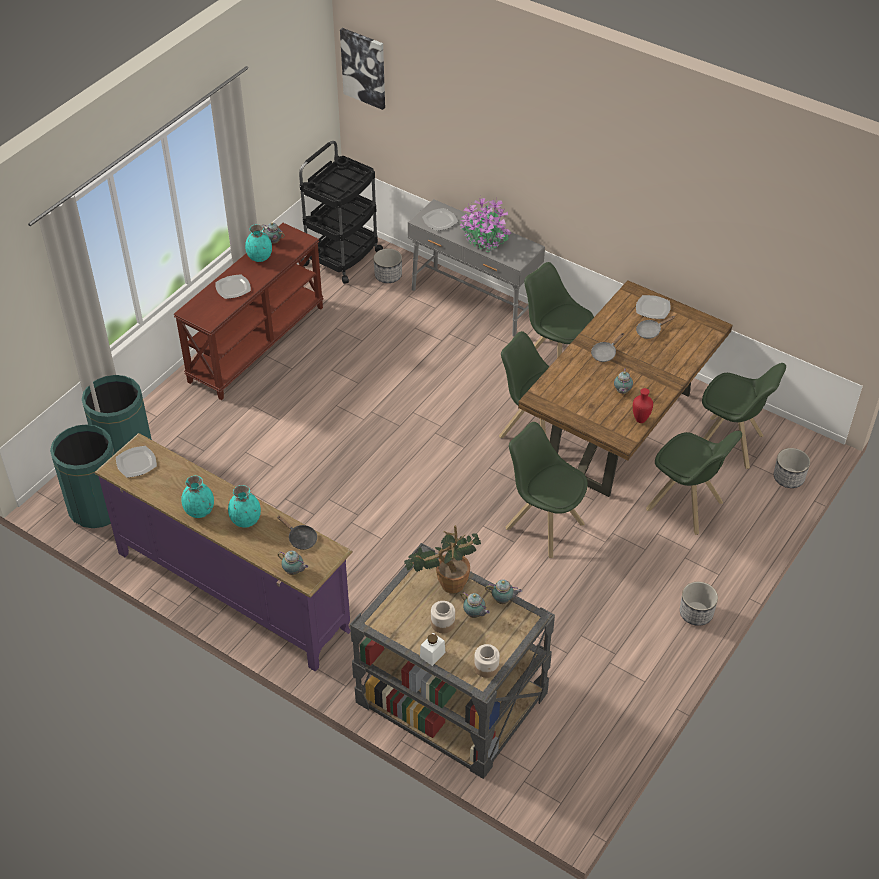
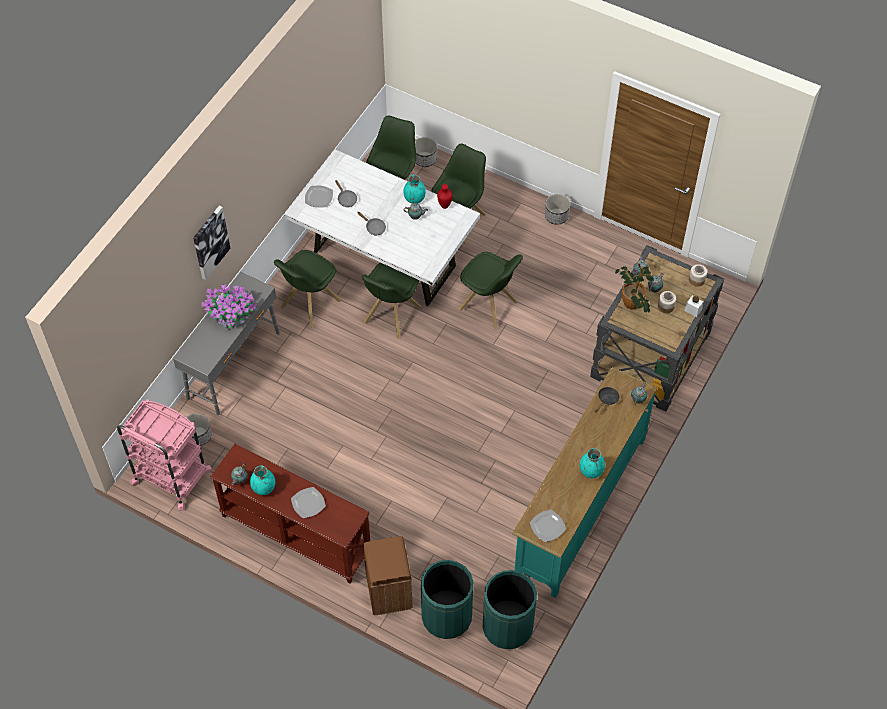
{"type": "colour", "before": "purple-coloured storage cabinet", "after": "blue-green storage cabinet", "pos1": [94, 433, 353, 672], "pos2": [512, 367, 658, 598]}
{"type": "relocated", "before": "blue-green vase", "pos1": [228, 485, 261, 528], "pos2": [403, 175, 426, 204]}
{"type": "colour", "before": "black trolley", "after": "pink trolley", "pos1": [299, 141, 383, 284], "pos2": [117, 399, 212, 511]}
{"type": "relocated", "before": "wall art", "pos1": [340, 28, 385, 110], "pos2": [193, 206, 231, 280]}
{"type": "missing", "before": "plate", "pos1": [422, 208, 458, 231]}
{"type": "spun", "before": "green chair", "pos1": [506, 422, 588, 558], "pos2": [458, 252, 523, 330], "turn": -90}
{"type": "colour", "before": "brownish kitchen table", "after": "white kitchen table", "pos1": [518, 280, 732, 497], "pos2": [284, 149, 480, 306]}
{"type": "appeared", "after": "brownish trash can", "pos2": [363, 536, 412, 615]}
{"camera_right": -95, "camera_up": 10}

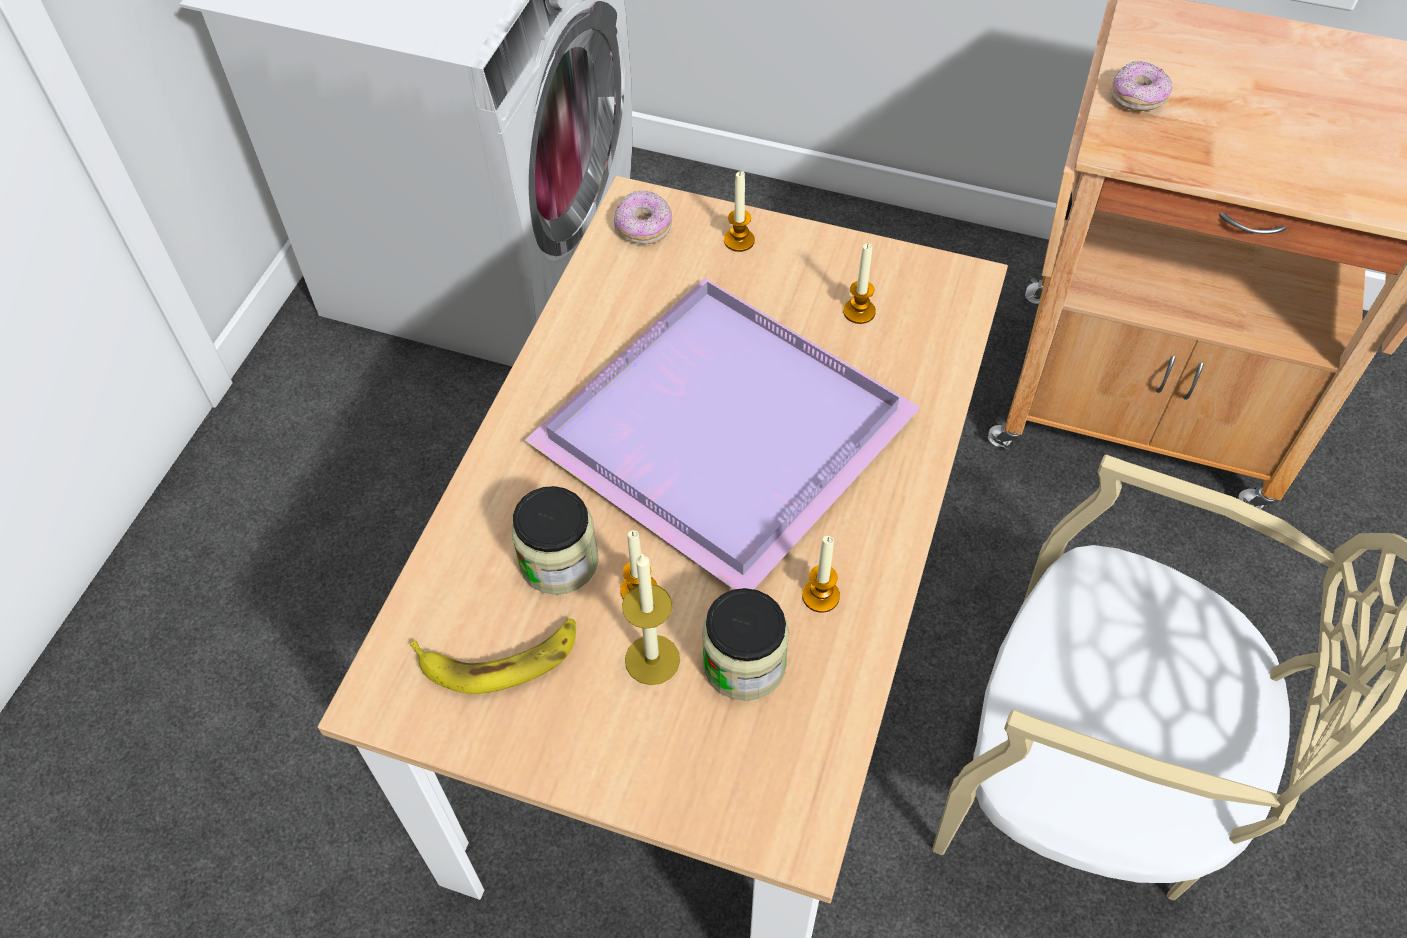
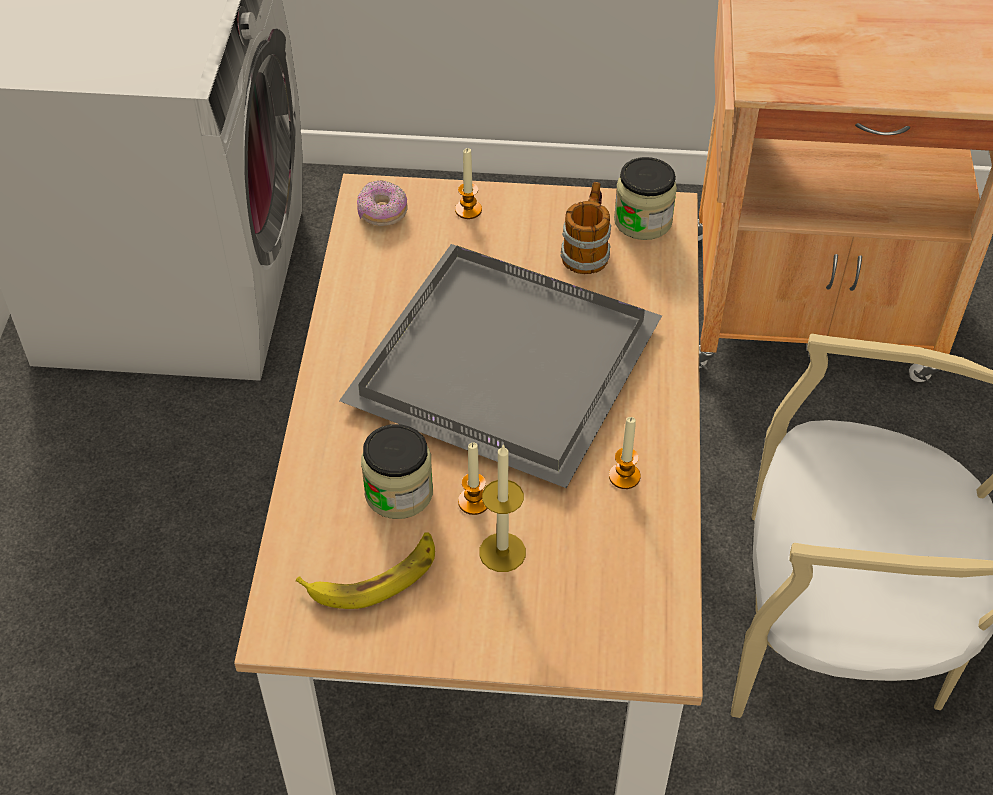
{"type": "colour", "before": "purple-coloured serving tray", "after": "grey serving tray", "pos1": [524, 278, 921, 589], "pos2": [339, 244, 662, 488]}
{"type": "relocated", "before": "jar", "pos1": [702, 588, 789, 701], "pos2": [614, 157, 677, 240]}
{"type": "exchanged", "before": "candle", "after": "coffee mug", "pos1": [843, 243, 876, 324], "pos2": [560, 182, 611, 274]}
{"type": "missing", "before": "ring doughnut", "pos1": [1111, 61, 1173, 111]}
{"camera_right": -15, "camera_up": -5}

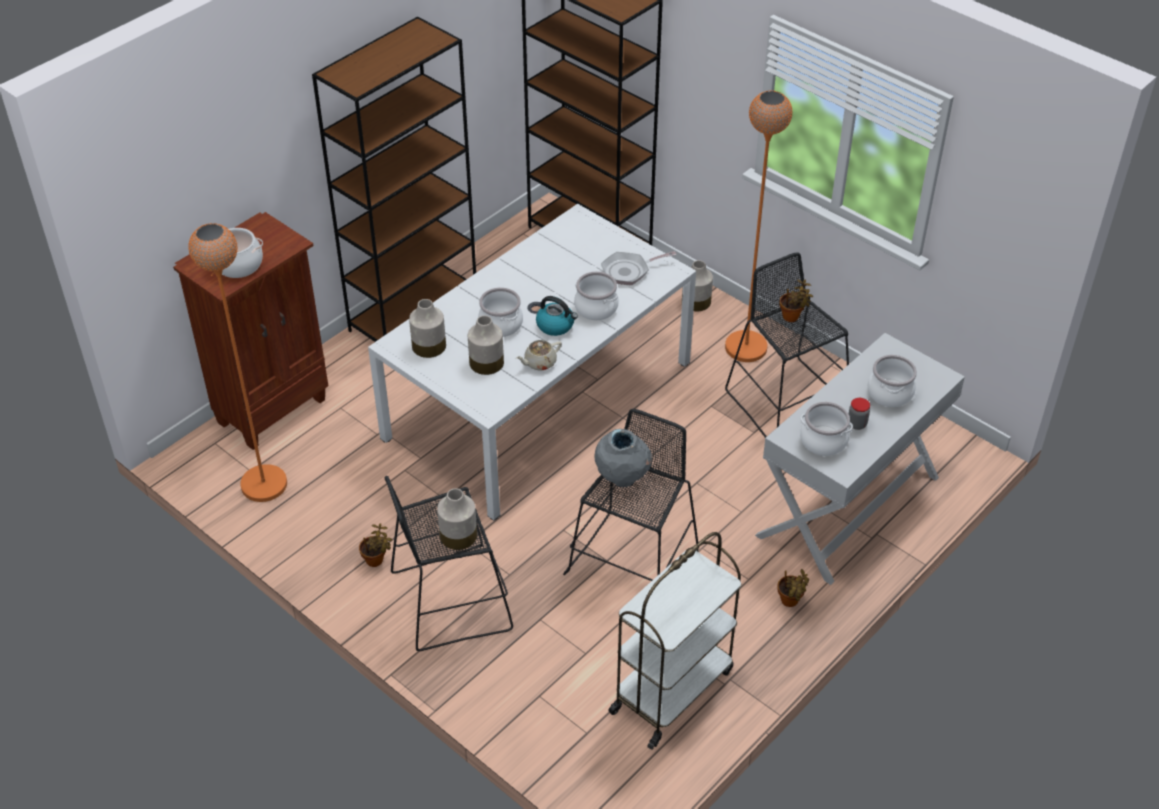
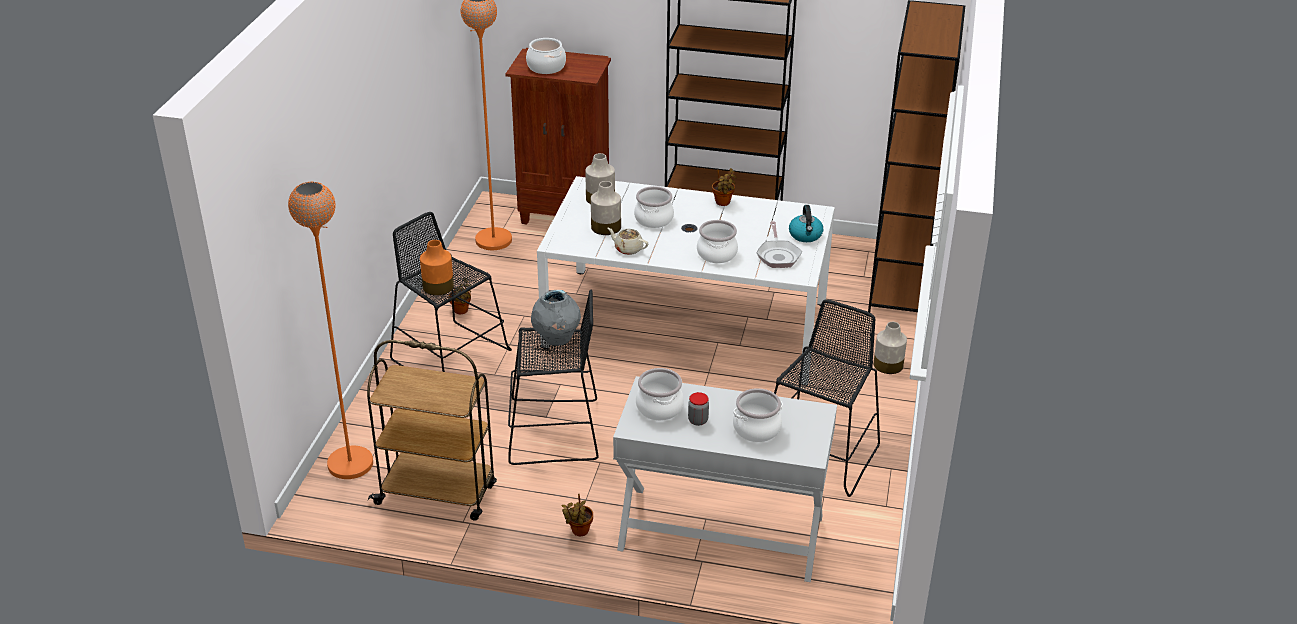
{"type": "colour", "before": "beige vase", "after": "orange vase", "pos1": [437, 488, 477, 550], "pos2": [420, 240, 454, 295]}
{"type": "relocated", "before": "tea kettle", "pos1": [536, 296, 578, 336], "pos2": [789, 205, 823, 242]}
{"type": "spun", "before": "skillet", "pos1": [601, 251, 677, 285], "pos2": [756, 222, 802, 268], "turn": -135}
{"type": "colour", "before": "white trolley", "after": "brownish trolley", "pos1": [608, 532, 742, 750], "pos2": [367, 340, 497, 521]}
{"type": "relocated", "before": "orange standard lamp", "pos1": [725, 91, 792, 362], "pos2": [288, 182, 373, 479]}
{"type": "relocated", "before": "houseplant", "pos1": [780, 279, 813, 322], "pos2": [712, 168, 737, 206]}
{"camera_right": 60, "camera_up": -10}

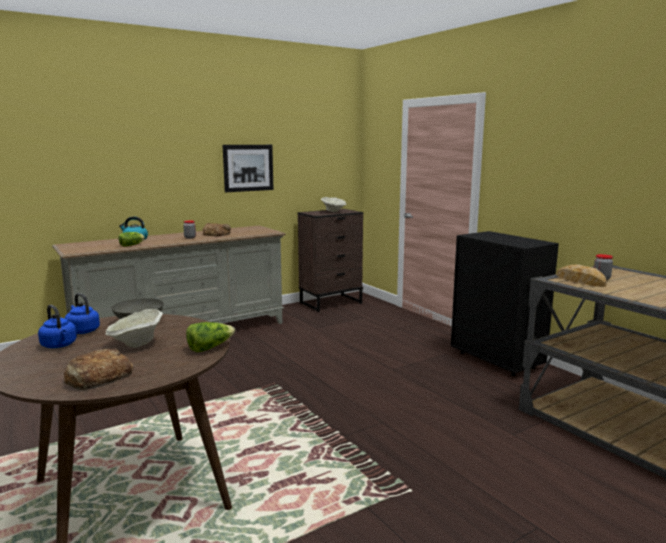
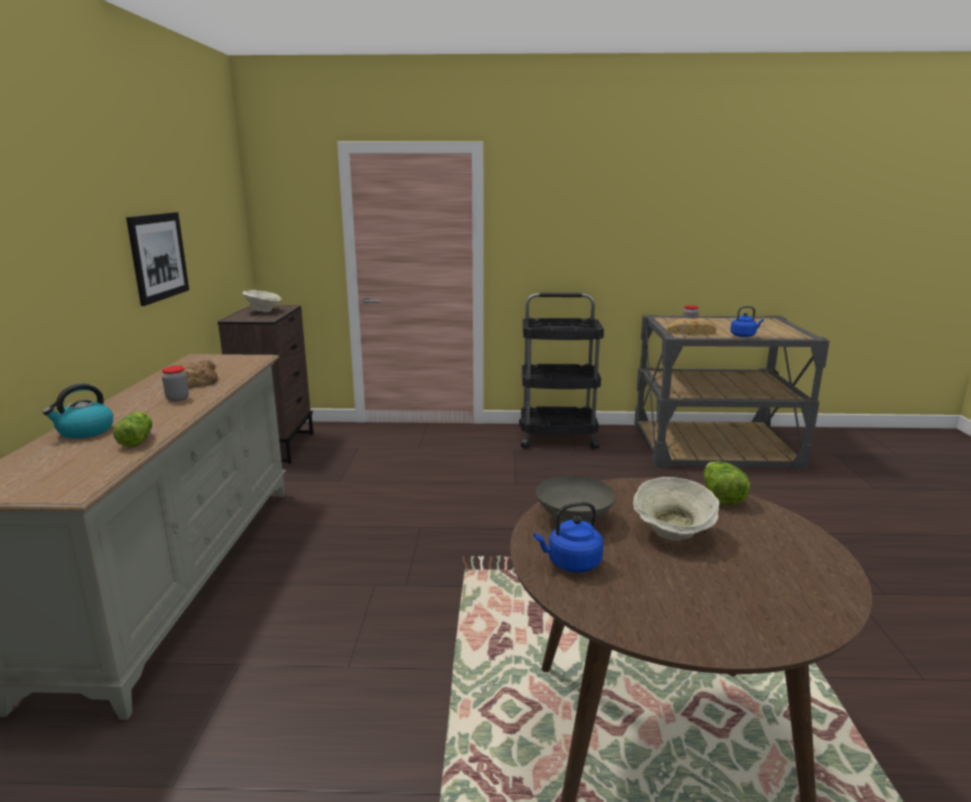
{"type": "relocated", "before": "blue-coloured tea kettle", "pos1": [38, 305, 77, 348], "pos2": [730, 306, 764, 337]}
{"type": "missing", "before": "bread", "pos1": [64, 348, 133, 390]}
{"type": "exchanged", "before": "black storage cabinet", "after": "black trolley", "pos1": [451, 231, 559, 376], "pos2": [519, 293, 604, 449]}
{"camera_right": -55, "camera_up": 5}

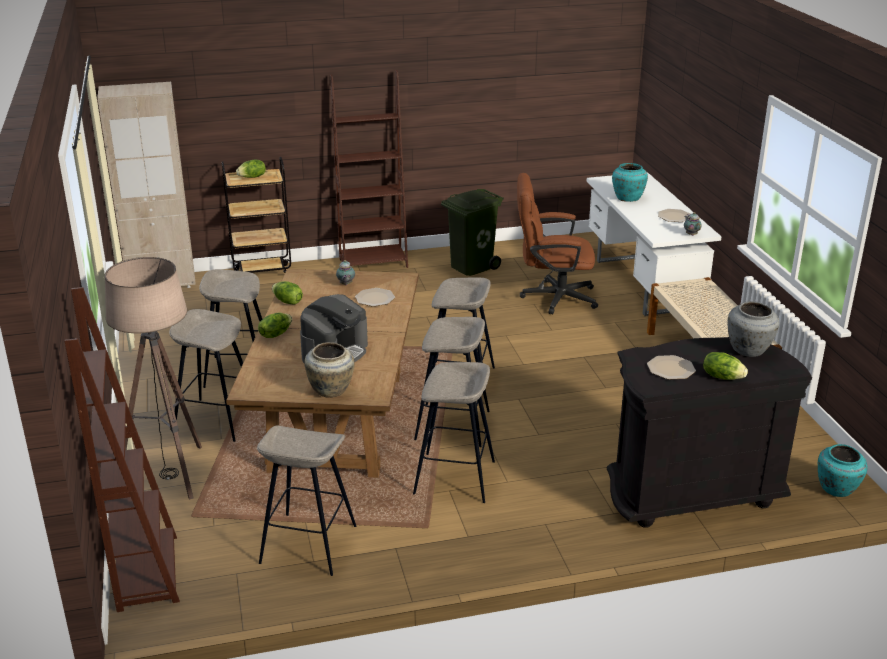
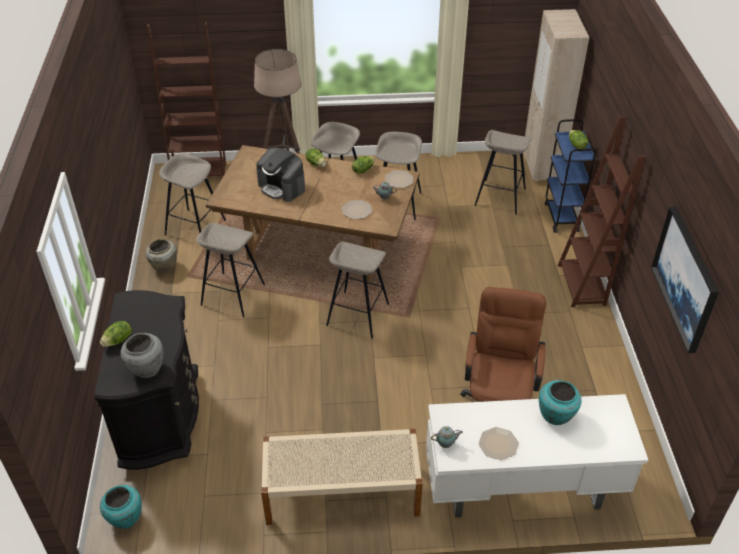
{"type": "colour", "before": "brownish trolley", "after": "blue-coloured trolley", "pos1": [222, 157, 291, 273], "pos2": [545, 119, 596, 233]}
{"type": "relocated", "before": "beige vase", "pos1": [304, 342, 355, 398], "pos2": [146, 239, 177, 273]}
{"type": "relocated", "before": "grey stool seat", "pos1": [414, 317, 490, 447], "pos2": [474, 130, 532, 215]}
{"type": "missing", "before": "green trash can", "pos1": [441, 189, 504, 276]}
{"type": "relocated", "before": "plate", "pos1": [647, 355, 696, 379], "pos2": [385, 170, 413, 188]}
{"type": "appeared", "after": "wall art", "pos2": [651, 207, 719, 353]}
{"camera_right": 100, "camera_up": 15}

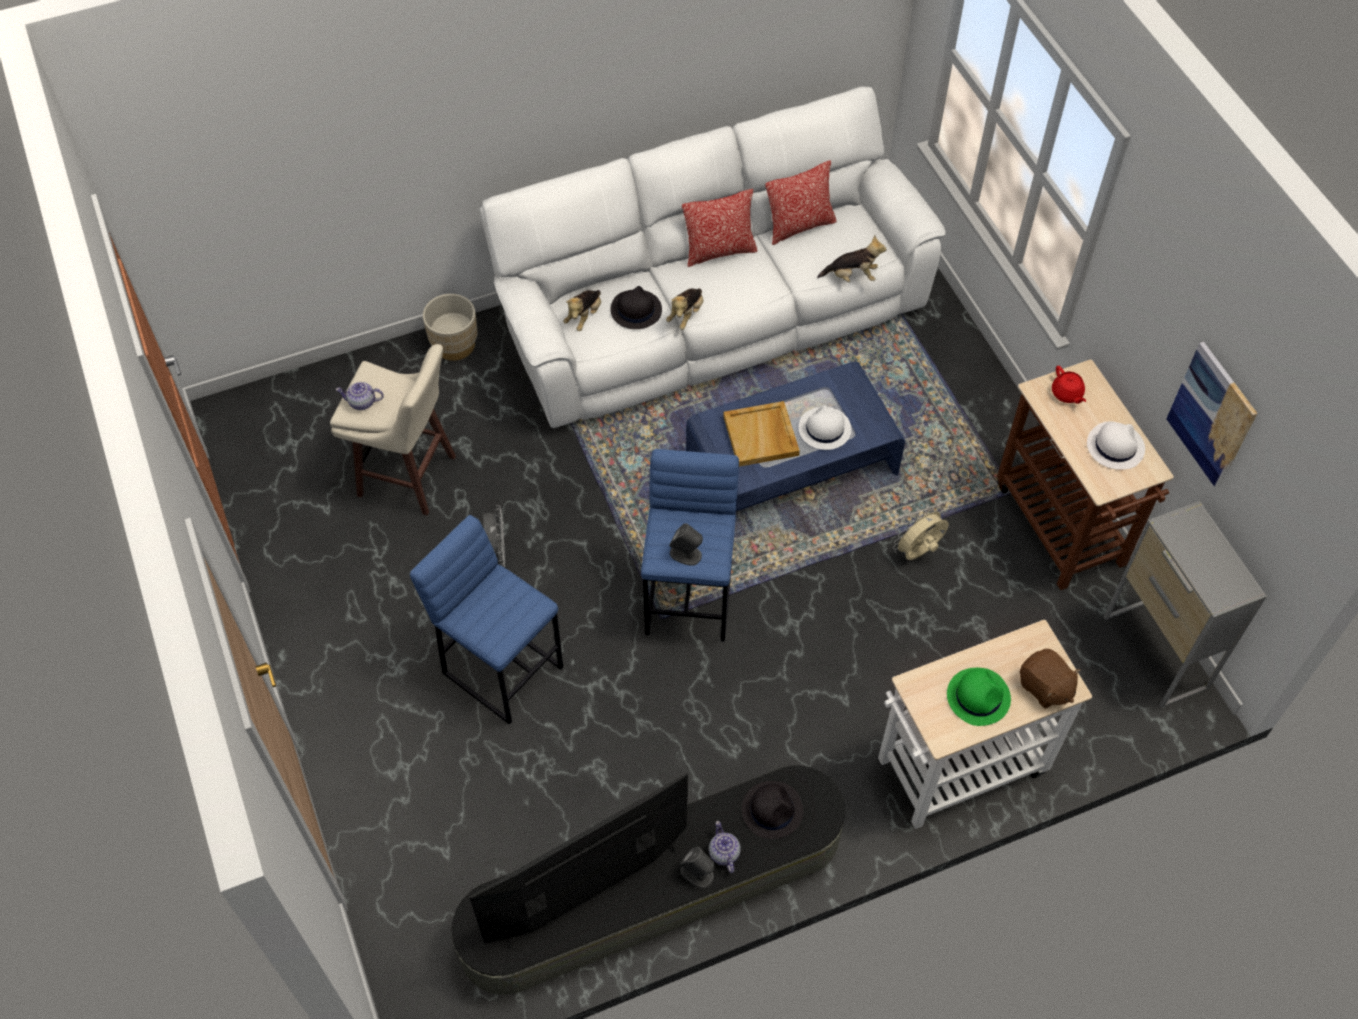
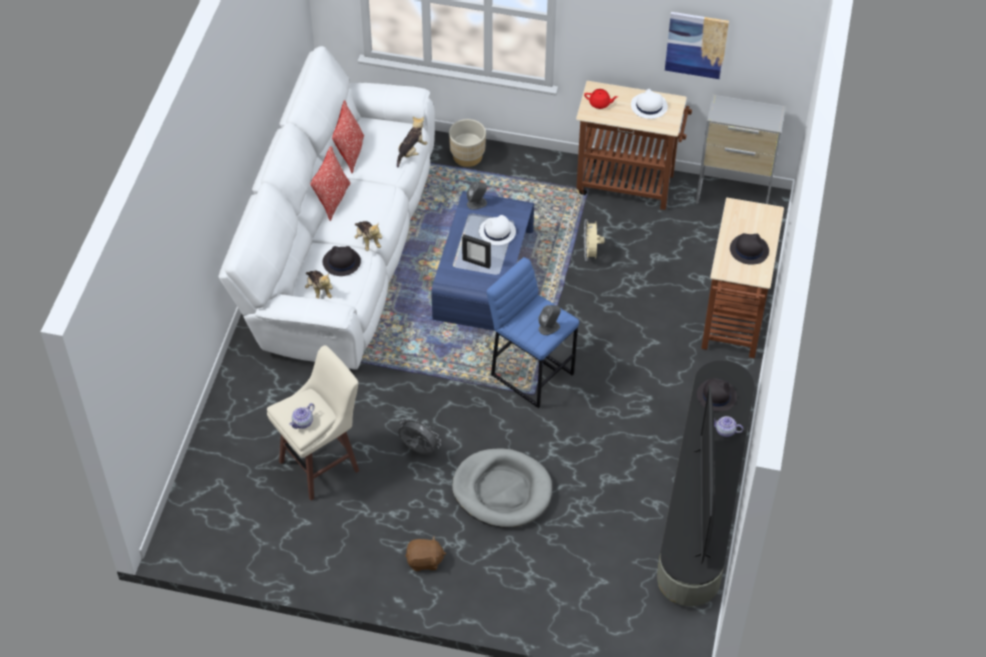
{"type": "exchanged", "before": "blue-coloured stool seat", "after": "grey dog cushion", "pos1": [410, 515, 563, 725], "pos2": [452, 448, 552, 528]}
{"type": "relocated", "before": "beige flower pot", "pos1": [423, 294, 478, 361], "pos2": [449, 119, 486, 167]}
{"type": "relocated", "before": "grey speaker", "pos1": [680, 847, 715, 888], "pos2": [467, 181, 487, 210]}
{"type": "exchanged", "before": "beige serving tray", "after": "picture frame", "pos1": [723, 401, 800, 467], "pos2": [462, 234, 491, 269]}
{"type": "colour", "before": "white trolley", "after": "brownish trolley", "pos1": [878, 620, 1092, 829], "pos2": [701, 198, 784, 358]}
{"type": "colour", "before": "green clothing hat", "after": "black clothing hat", "pos1": [947, 668, 1011, 726], "pos2": [730, 233, 769, 265]}
{"type": "relocated", "before": "brownish cuddly toy", "pos1": [1020, 649, 1081, 709], "pos2": [405, 536, 446, 571]}
{"camera_right": -55, "camera_up": -5}

